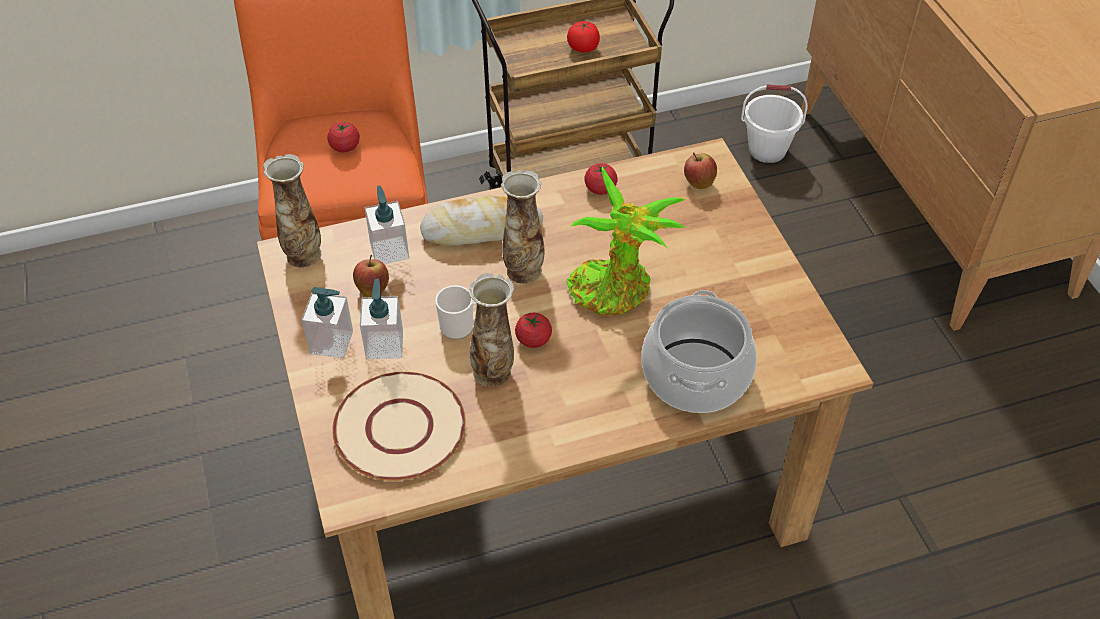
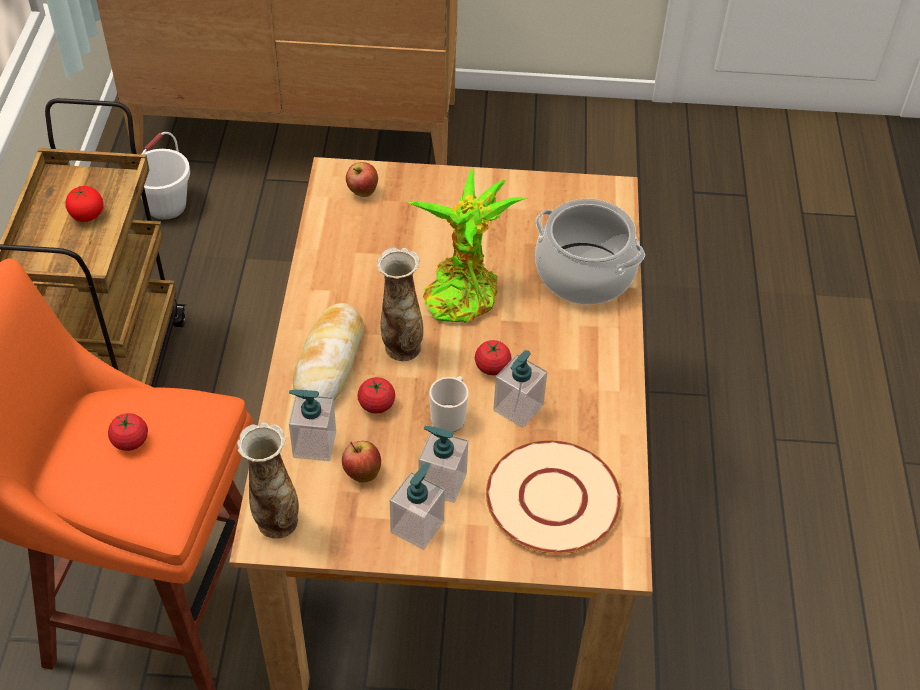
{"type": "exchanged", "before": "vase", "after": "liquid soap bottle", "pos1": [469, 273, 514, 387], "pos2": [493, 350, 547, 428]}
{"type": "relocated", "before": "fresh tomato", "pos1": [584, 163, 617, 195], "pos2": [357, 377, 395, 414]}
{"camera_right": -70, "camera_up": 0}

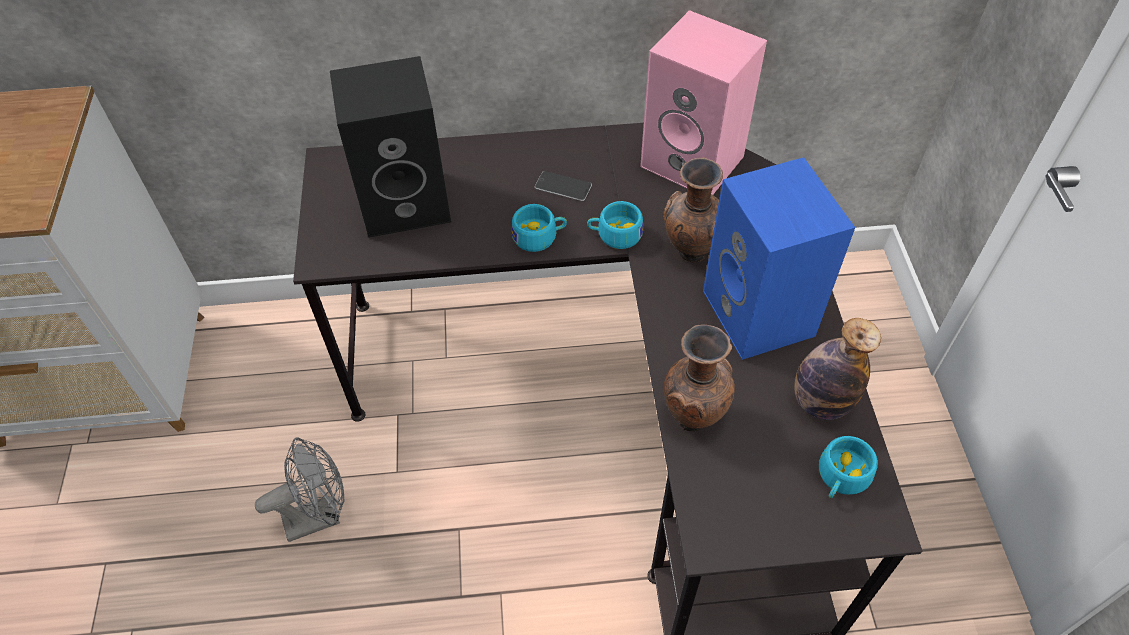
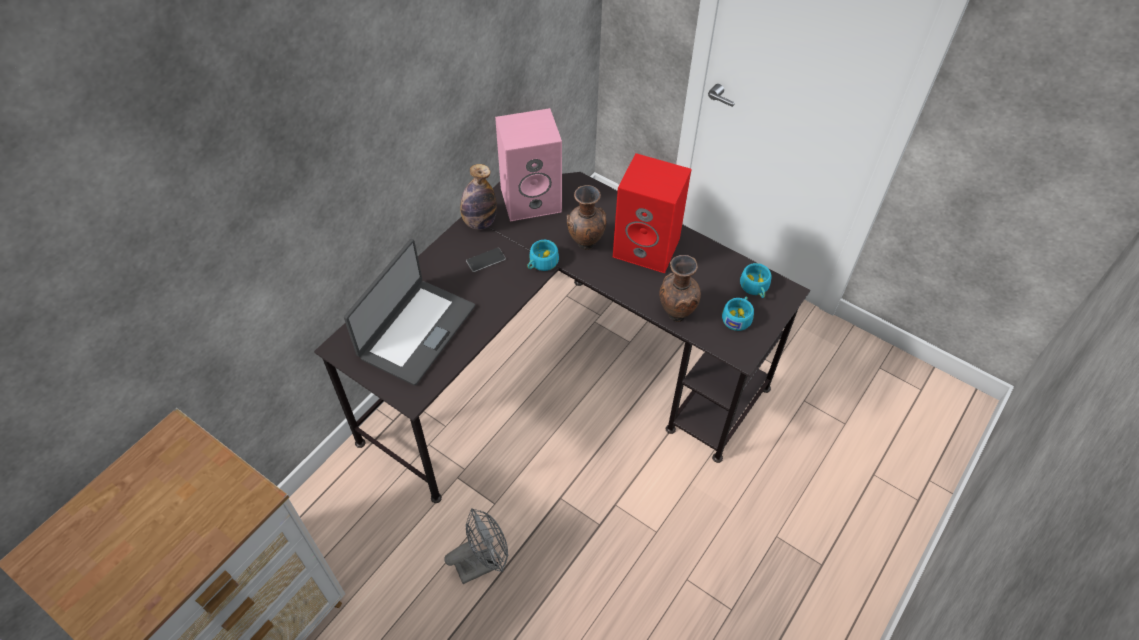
{"type": "spun", "before": "grey fan", "pos1": [255, 437, 344, 542], "pos2": [444, 508, 508, 584], "turn": 45}
{"type": "exchanged", "before": "black speaker", "after": "laptop", "pos1": [330, 56, 451, 237], "pos2": [344, 239, 475, 386]}
{"type": "relocated", "before": "blue-green cup", "pos1": [511, 204, 567, 252], "pos2": [722, 296, 754, 331]}
{"type": "colour", "before": "blue-coloured speaker", "after": "red-coloured speaker", "pos1": [703, 157, 855, 360], "pos2": [613, 153, 691, 273]}
{"type": "relocated", "before": "beverage bottle", "pos1": [794, 318, 881, 420], "pos2": [460, 164, 497, 230]}
{"camera_right": -50, "camera_up": 0}

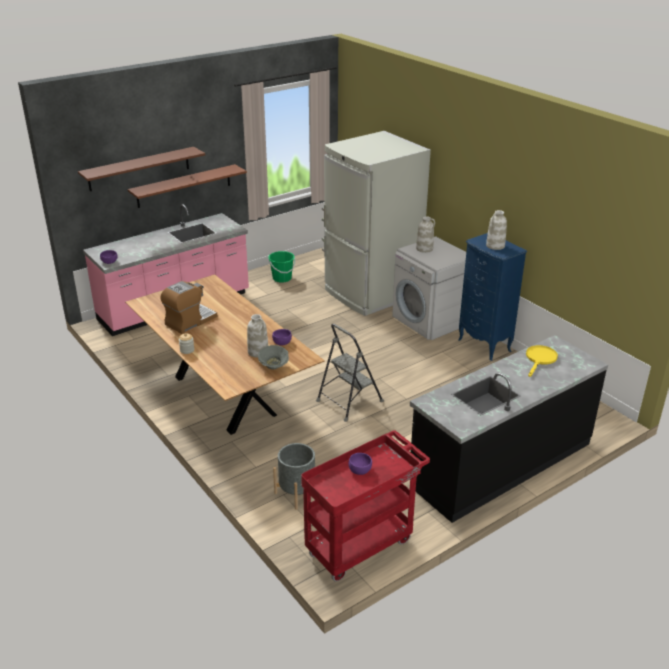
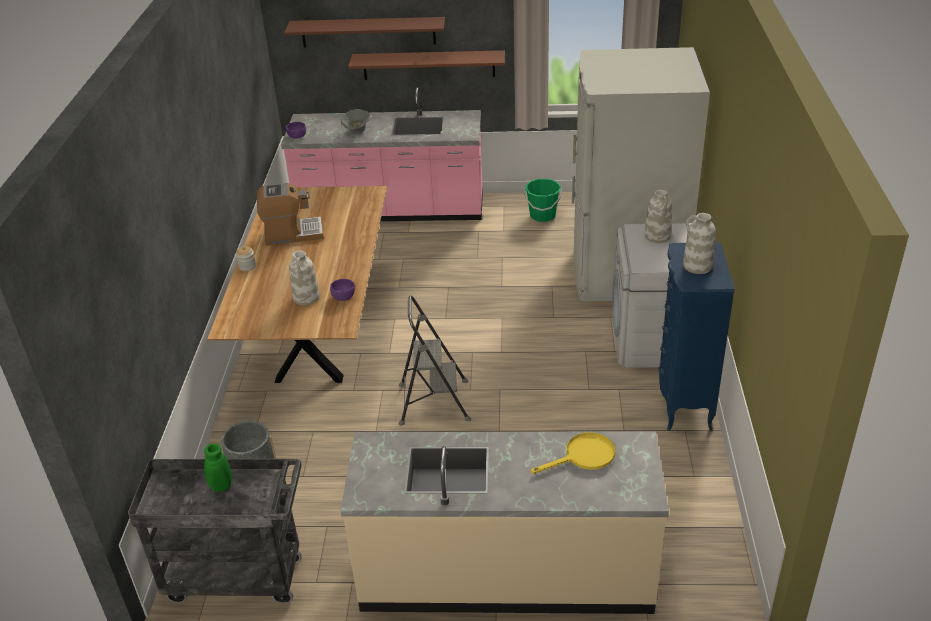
{"type": "relocated", "before": "grey deep dish", "pos1": [258, 345, 289, 369], "pos2": [341, 109, 371, 133]}
{"type": "colour", "before": "red-coloured trolley", "after": "black trolley", "pos1": [301, 430, 430, 582], "pos2": [128, 459, 302, 603]}
{"type": "exchanged", "before": "purple-coloured deep dish", "after": "green vase", "pos1": [349, 453, 372, 475], "pos2": [188, 443, 232, 492]}
{"type": "colour", "before": "black kitchen base unit", "after": "beige kitchen base unit", "pos1": [410, 335, 608, 523], "pos2": [340, 431, 669, 614]}
{"camera_right": 40, "camera_up": 5}

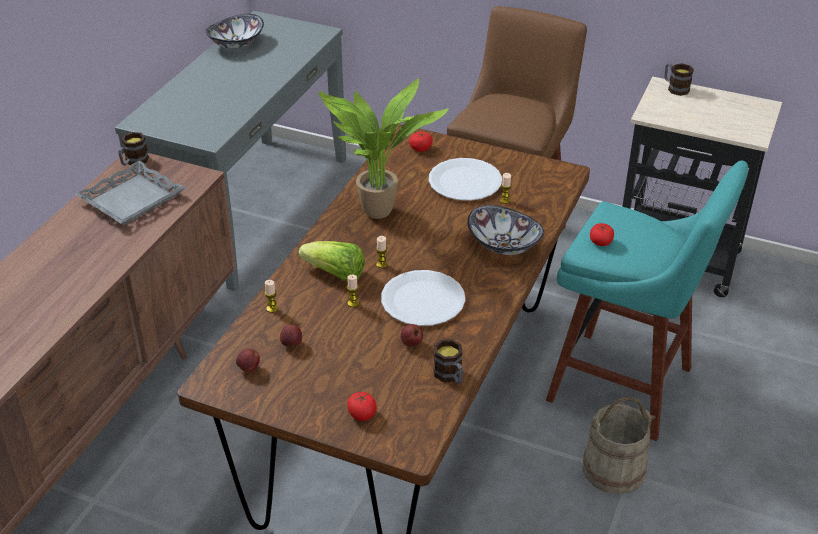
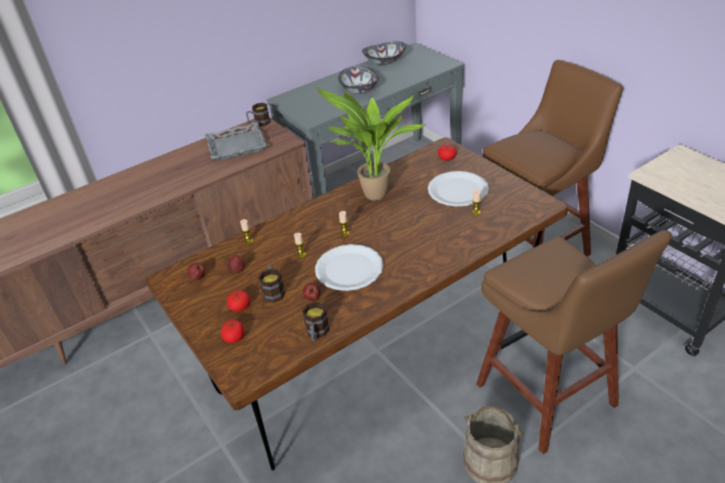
{"type": "missing", "before": "head of lettuce", "pos1": [298, 241, 365, 281]}
{"type": "relocated", "before": "deep dish", "pos1": [467, 205, 544, 255], "pos2": [338, 66, 379, 94]}
{"type": "colour", "before": "blue-green stool seat", "after": "brownish stool seat", "pos1": [546, 161, 748, 441], "pos2": [476, 230, 671, 454]}
{"type": "relocated", "before": "fresh tomato", "pos1": [590, 223, 614, 246], "pos2": [227, 290, 250, 312]}
{"type": "relocated", "before": "coffee mug", "pos1": [664, 63, 694, 96], "pos2": [258, 265, 285, 303]}
{"camera_right": 35, "camera_up": 0}

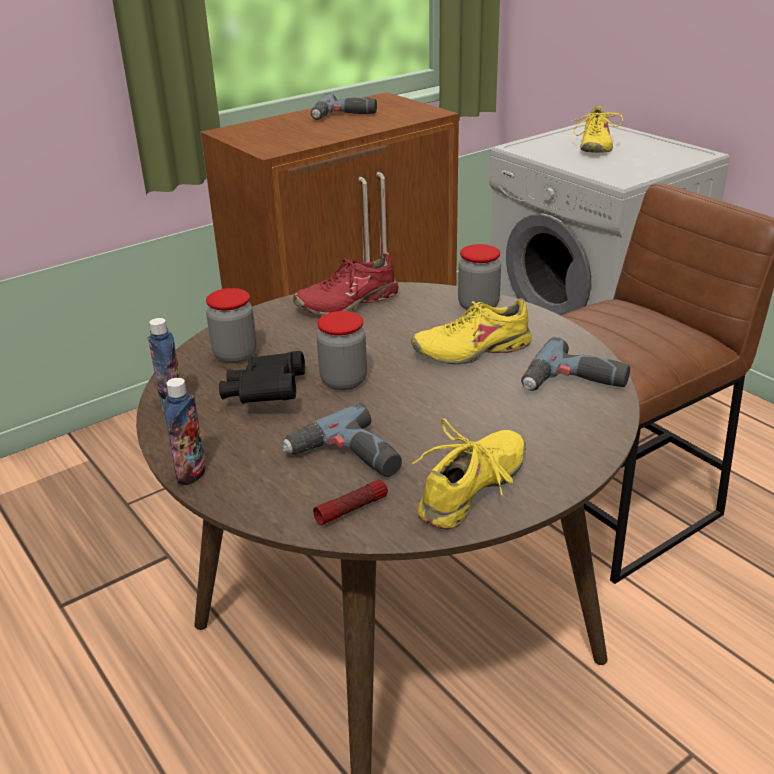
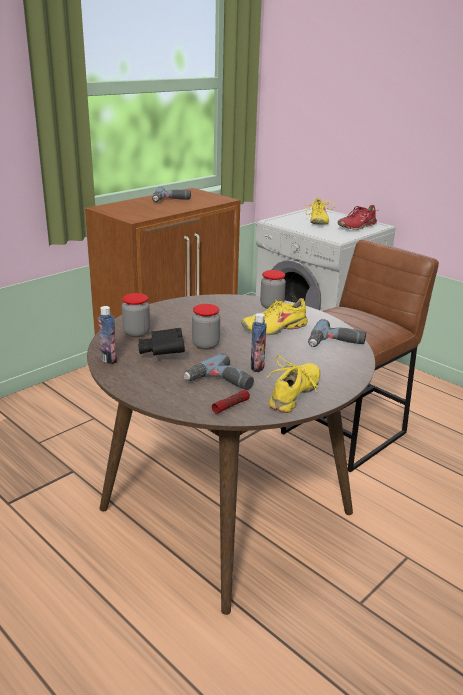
{"type": "relocated", "before": "beverage bottle", "pos1": [163, 378, 206, 485], "pos2": [250, 313, 267, 372]}
{"type": "relocated", "before": "red-coloured shoe", "pos1": [293, 252, 399, 315], "pos2": [338, 205, 378, 230]}
{"camera_right": -10, "camera_up": -5}

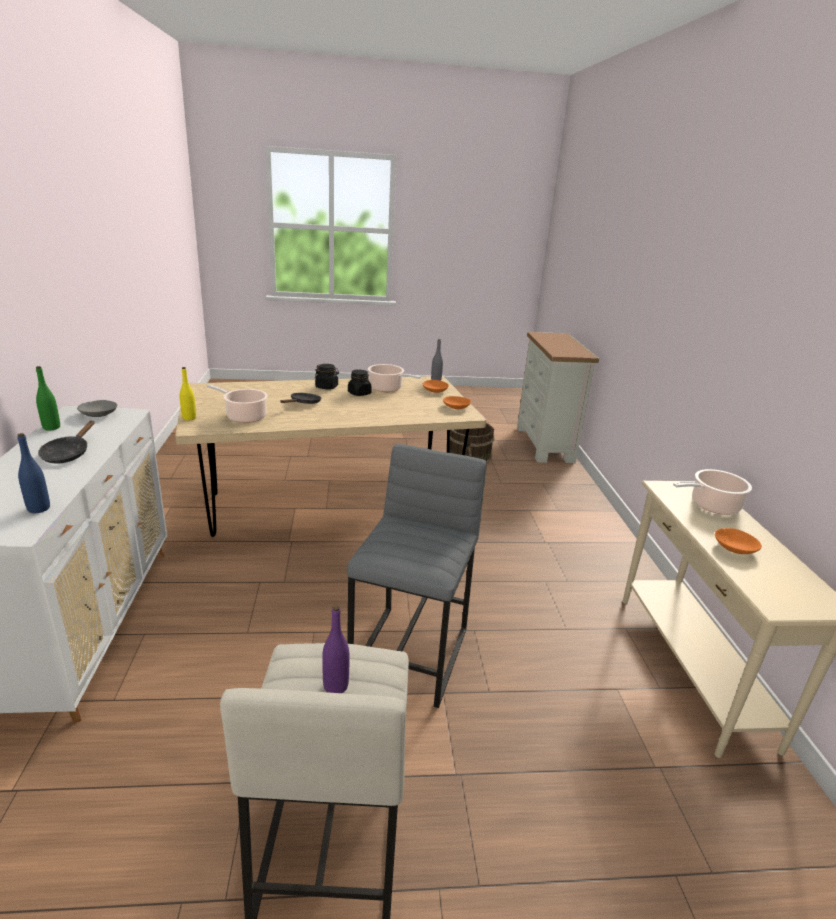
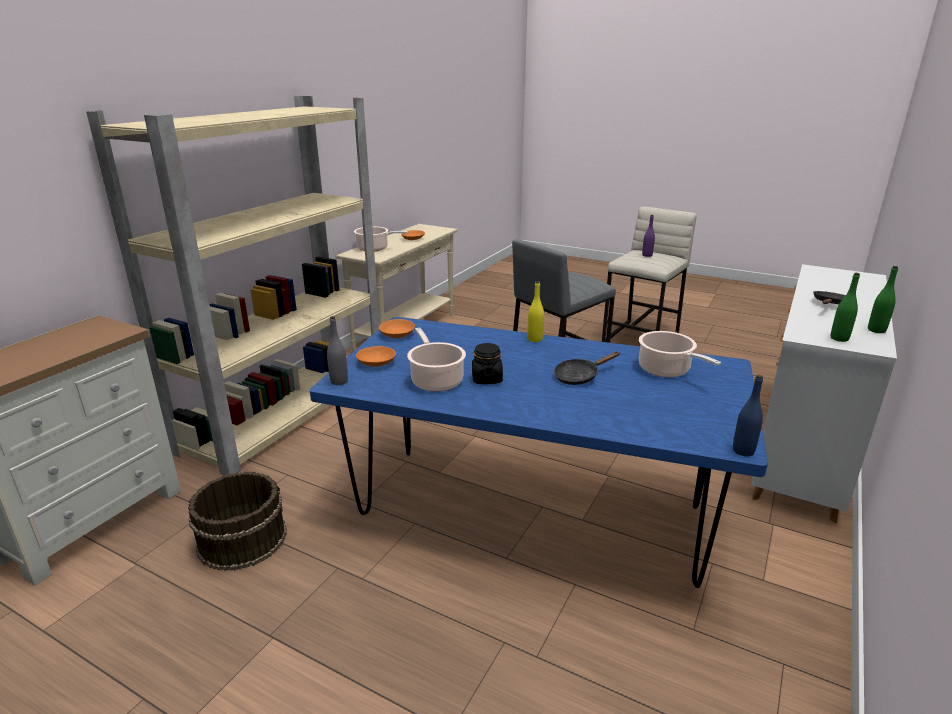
{"type": "relocated", "before": "blue-coloured beverage bottle", "pos1": [17, 433, 50, 513], "pos2": [733, 375, 763, 456]}
{"type": "exchanged", "before": "grey deep dish", "after": "green beverage bottle", "pos1": [77, 400, 117, 417], "pos2": [831, 273, 860, 342]}
{"type": "colour", "before": "beige kitchen table", "after": "blue-coloured kitchen table", "pos1": [175, 376, 486, 537], "pos2": [310, 317, 768, 588]}
{"type": "relocated", "before": "yellow-coloured beverage bottle", "pos1": [180, 367, 196, 421], "pos2": [527, 281, 544, 342]}
{"type": "missing", "before": "black jar", "pos1": [315, 364, 339, 390]}
{"type": "appeared", "after": "beige shelving unit", "pos2": [86, 96, 379, 476]}
{"camera_right": -145, "camera_up": 0}

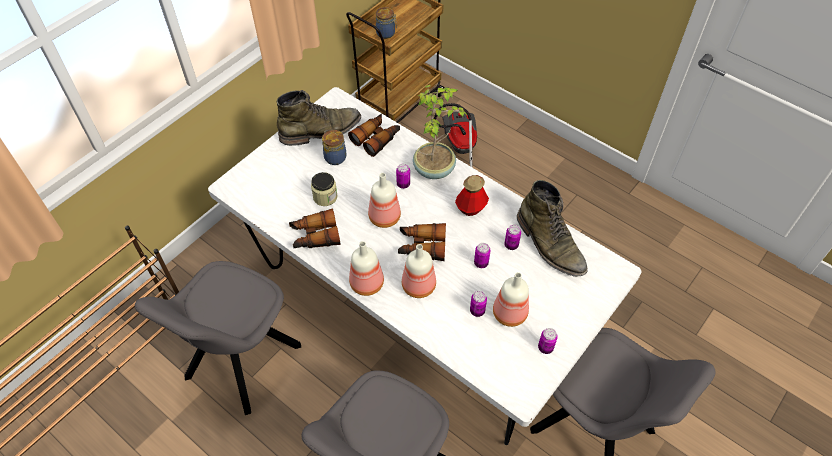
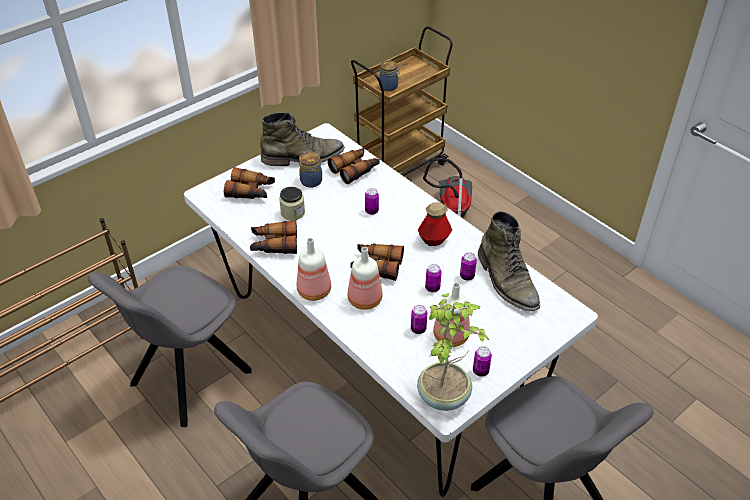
{"type": "missing", "before": "beverage bottle", "pos1": [368, 173, 401, 228]}
{"type": "relocated", "before": "houseplant", "pos1": [413, 85, 467, 179], "pos2": [417, 293, 490, 411]}
{"type": "appeared", "after": "field glasses", "pos2": [224, 167, 275, 199]}
{"camera_right": 10, "camera_up": -10}

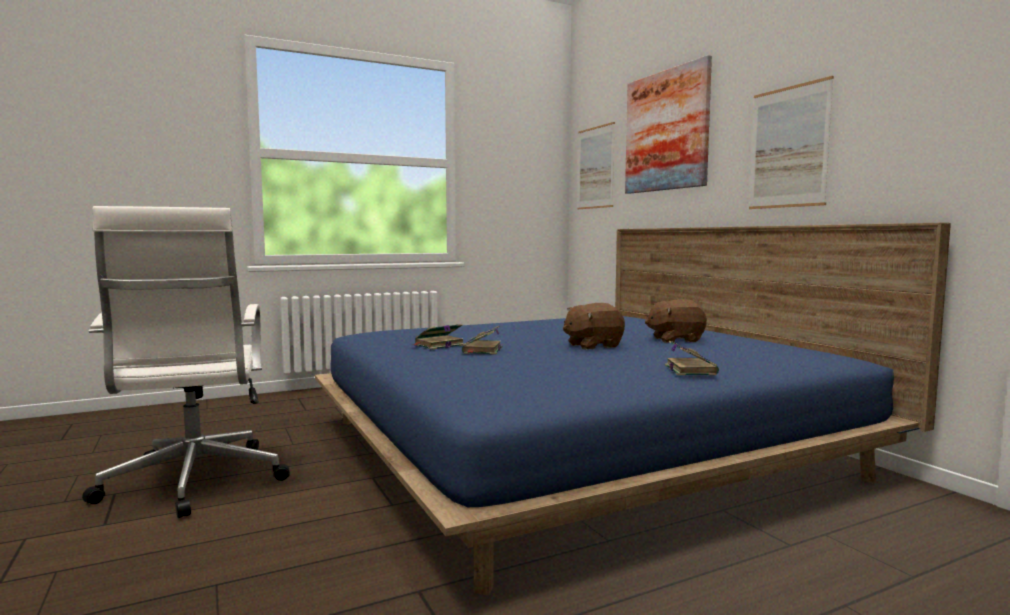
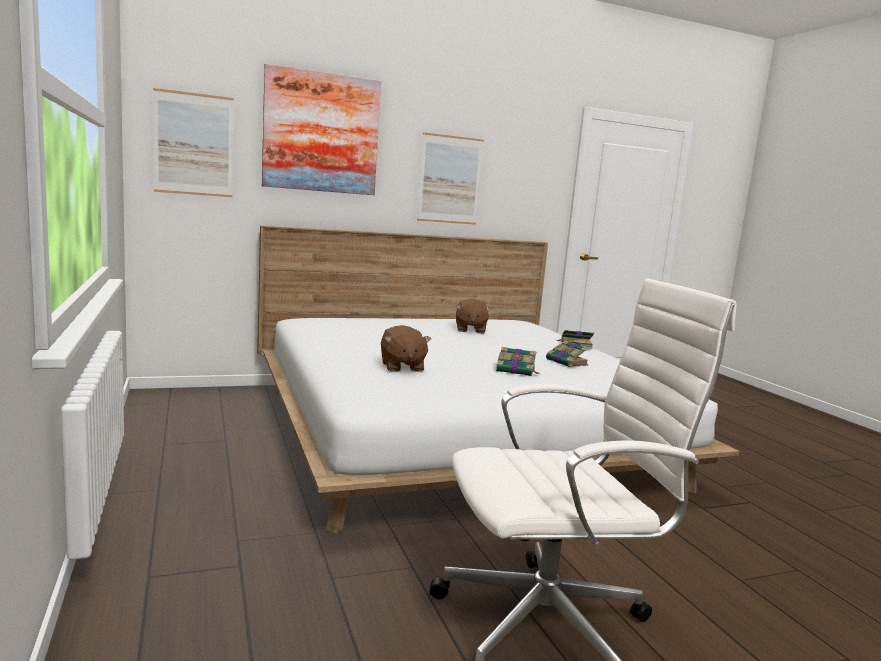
{"type": "colour", "before": "blue-coloured bedroom bed", "after": "white bedroom bed", "pos1": [315, 223, 951, 595], "pos2": [257, 225, 739, 534]}
{"type": "relocated", "before": "book", "pos1": [411, 324, 464, 350], "pos2": [546, 340, 589, 367]}
{"type": "relocated", "before": "brownish cuddly toy", "pos1": [563, 303, 625, 350], "pos2": [381, 325, 431, 372]}
{"camera_right": -85, "camera_up": 5}

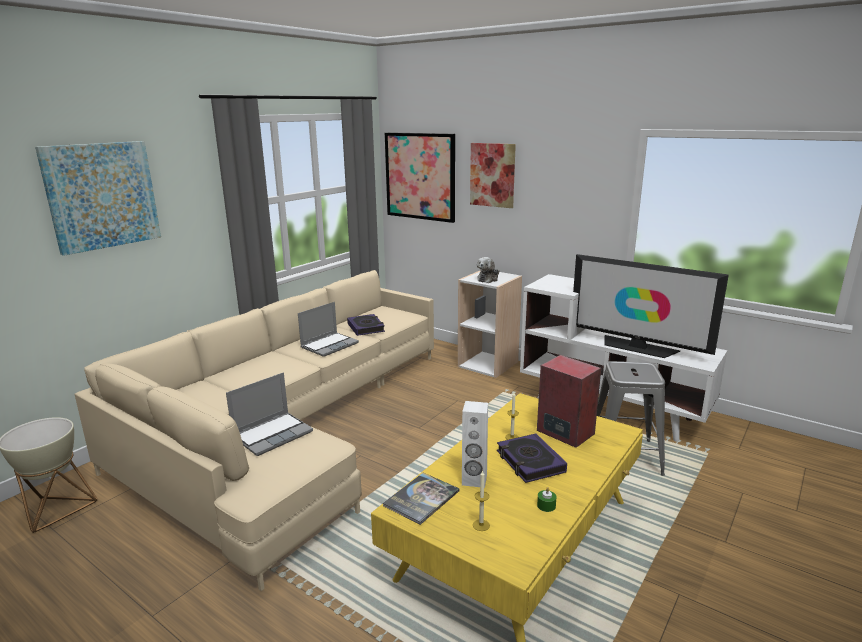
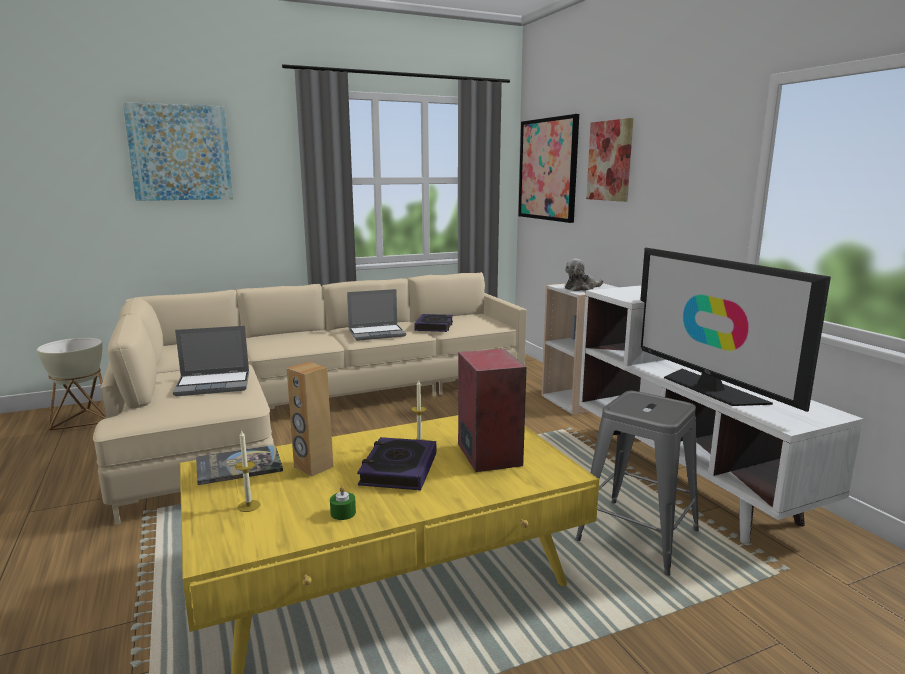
{"type": "colour", "before": "white speaker", "after": "brownish speaker", "pos1": [462, 401, 488, 488], "pos2": [287, 362, 333, 476]}
{"camera_right": 30, "camera_up": -5}

